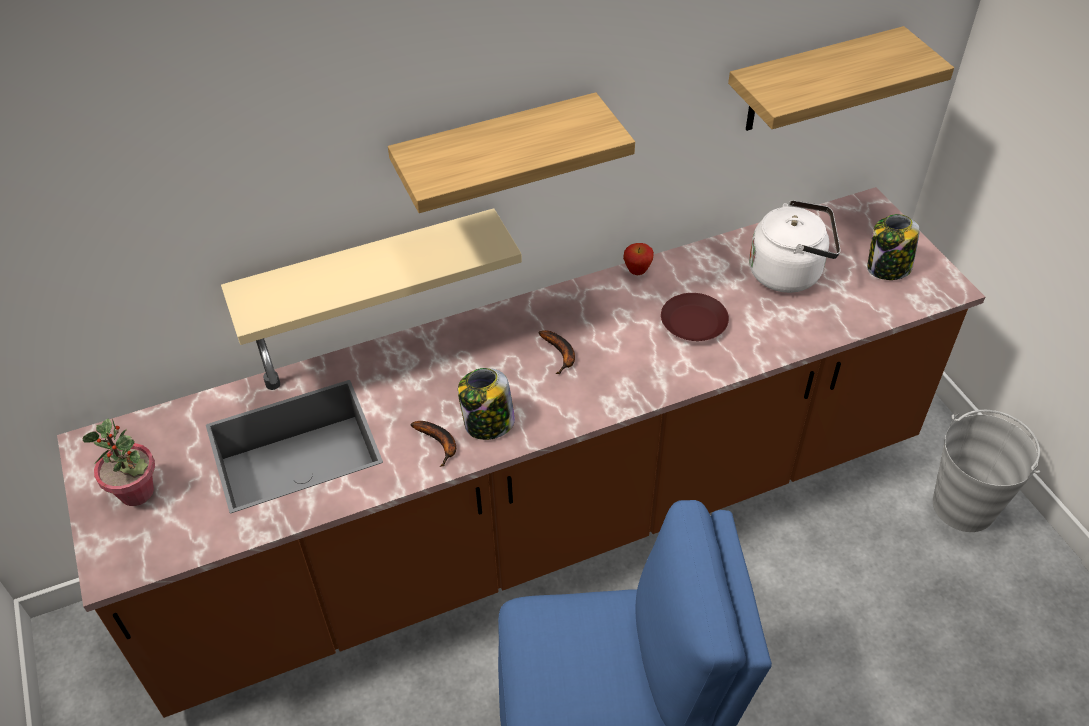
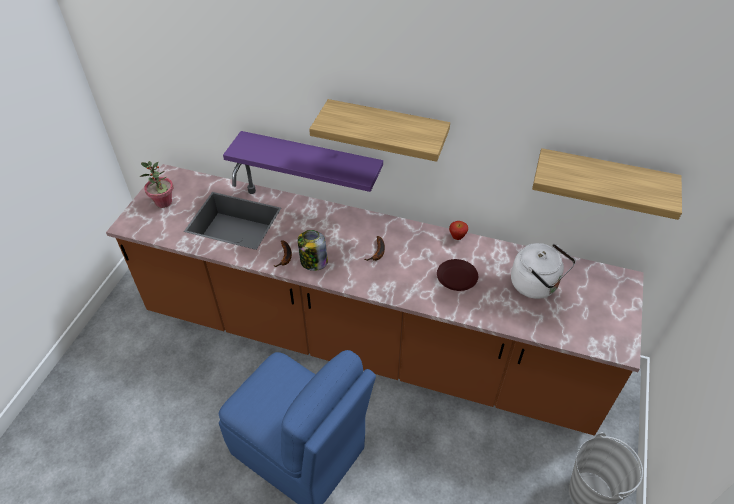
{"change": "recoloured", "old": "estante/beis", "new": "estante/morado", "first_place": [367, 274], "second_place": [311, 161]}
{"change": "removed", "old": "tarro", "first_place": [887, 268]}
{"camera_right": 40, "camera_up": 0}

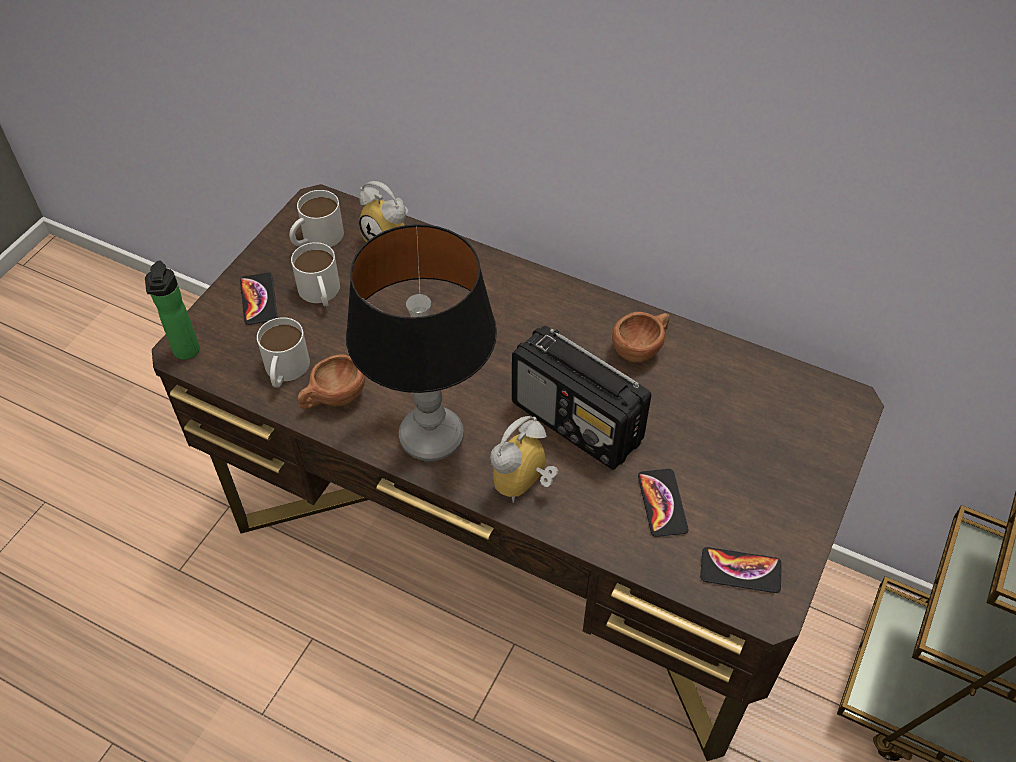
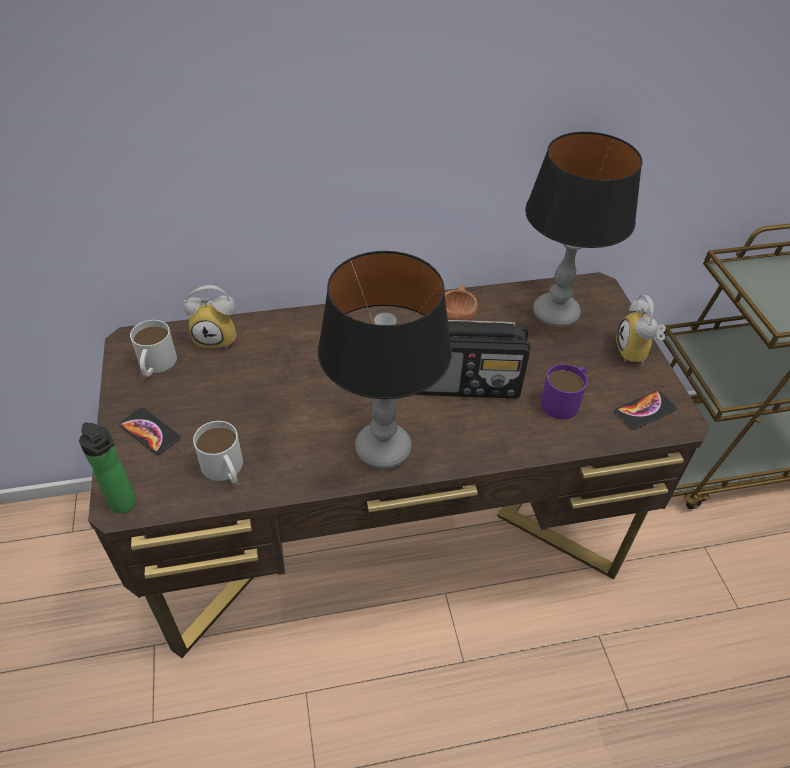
{"change": "added", "new": "lámpara de mesa", "second_place": [555, 314]}
{"change": "replaced", "old": "móvil", "new": "taza grande/morado", "first_place": [662, 503], "second_place": [564, 400]}
{"change": "moved", "old": "despertador", "first_place": [525, 486], "second_place": [637, 353]}
{"change": "removed", "old": "taza grande/blanco", "first_place": [321, 294]}
{"change": "removed", "old": "taza/marrón", "first_place": [333, 399]}
{"camera_right": -40, "camera_up": -5}

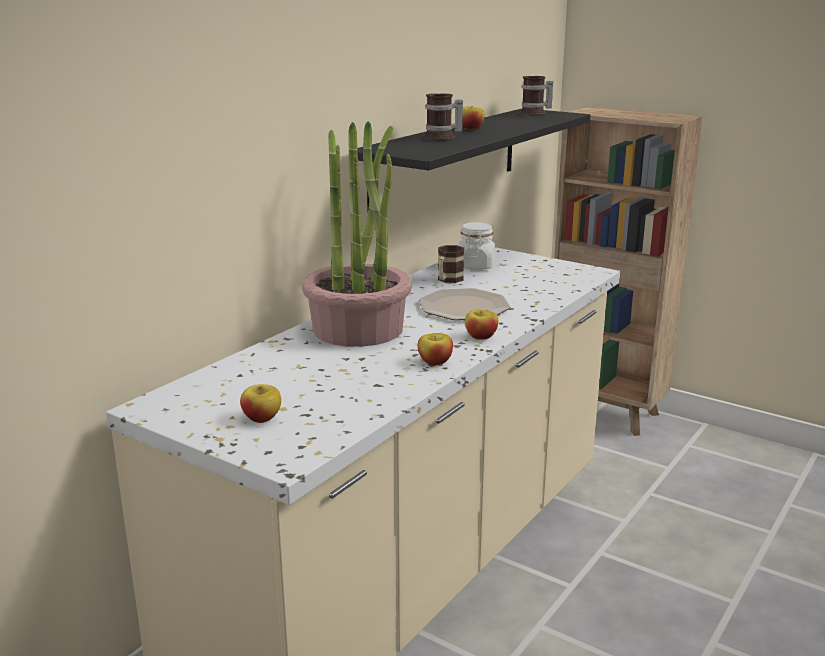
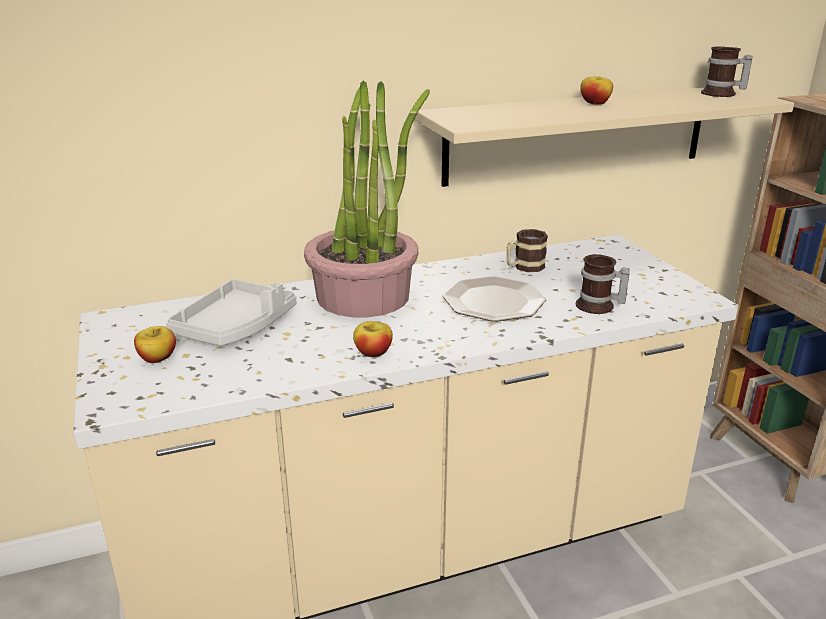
{"change": "added", "new": "bandeja/gris", "second_place": [236, 327]}
{"change": "recoloured", "old": "estante/negro", "new": "estante/beis", "first_place": [446, 159], "second_place": [578, 134]}
{"change": "moved", "old": "taza grande", "first_place": [442, 138], "second_place": [598, 307]}
{"change": "removed", "old": "tarro/blanco", "first_place": [475, 265]}
{"change": "removed", "old": "manzana", "first_place": [481, 336]}
{"camera_right": 35, "camera_up": 5}

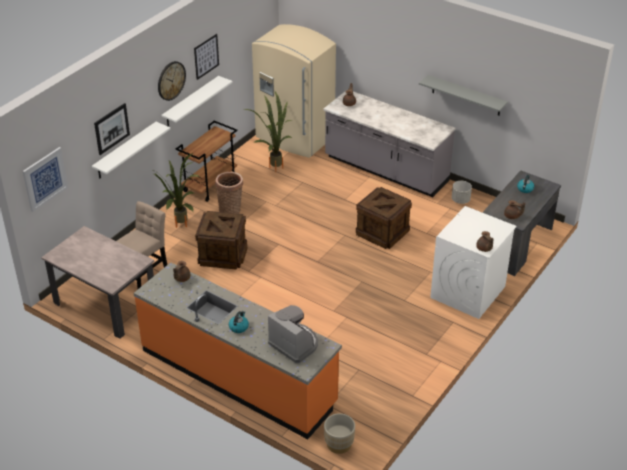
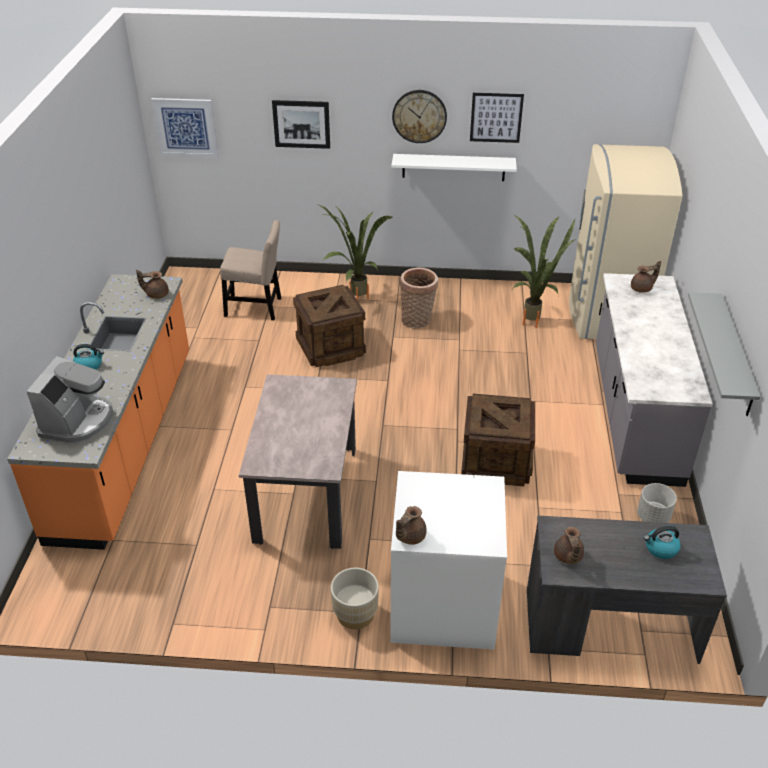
{"change": "moved", "old": "mesa de comedor/beis", "first_place": [105, 305], "second_place": [306, 494]}
{"change": "moved", "old": "maceta/beis", "first_place": [339, 444], "second_place": [355, 614]}
{"change": "removed", "old": "estante/blanco", "first_place": [125, 151]}
{"change": "removed", "old": "carrito/marrón", "first_place": [210, 185]}
{"camera_right": 60, "camera_up": 0}

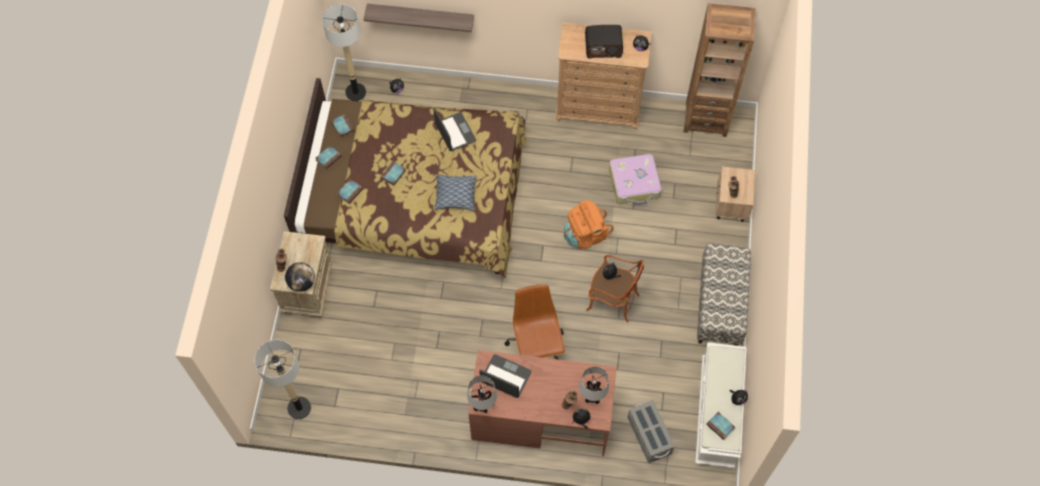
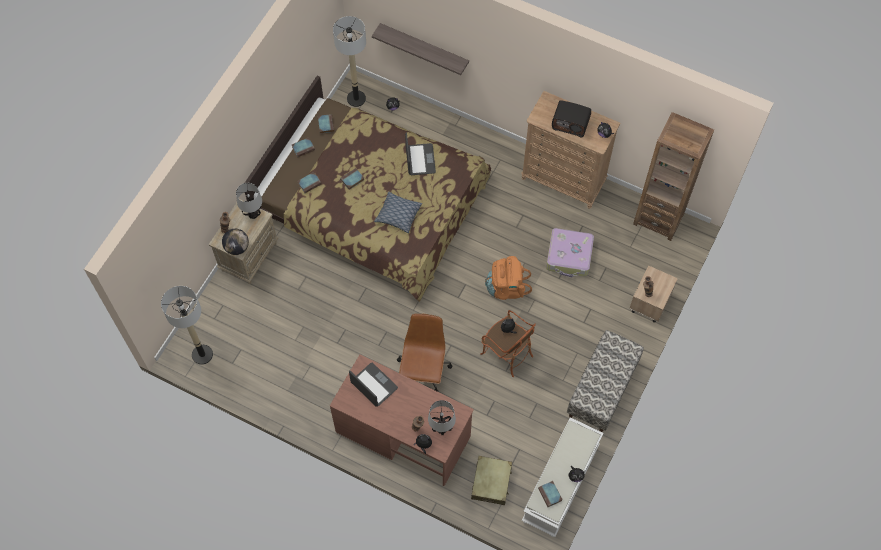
{"change": "moved", "old": "lámpara de mesa", "first_place": [482, 405], "second_place": [252, 214]}
{"change": "replaced", "old": "caja de almacenaje/gris", "new": "maleta/beis", "first_place": [649, 435], "second_place": [491, 482]}
{"camera_right": 20, "camera_up": 0}

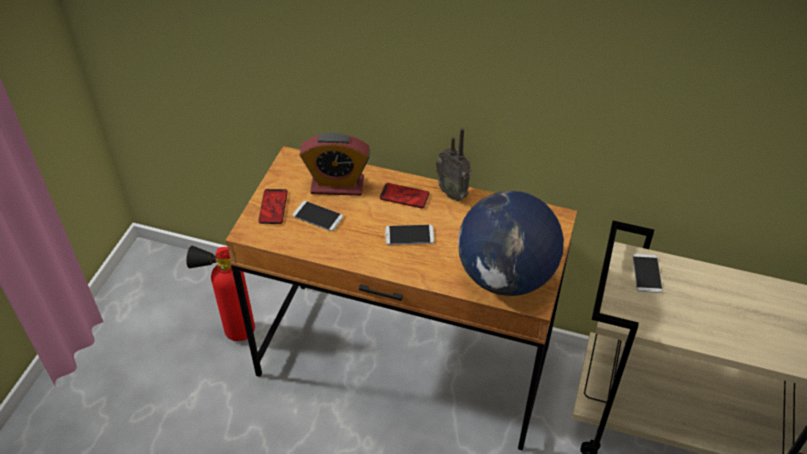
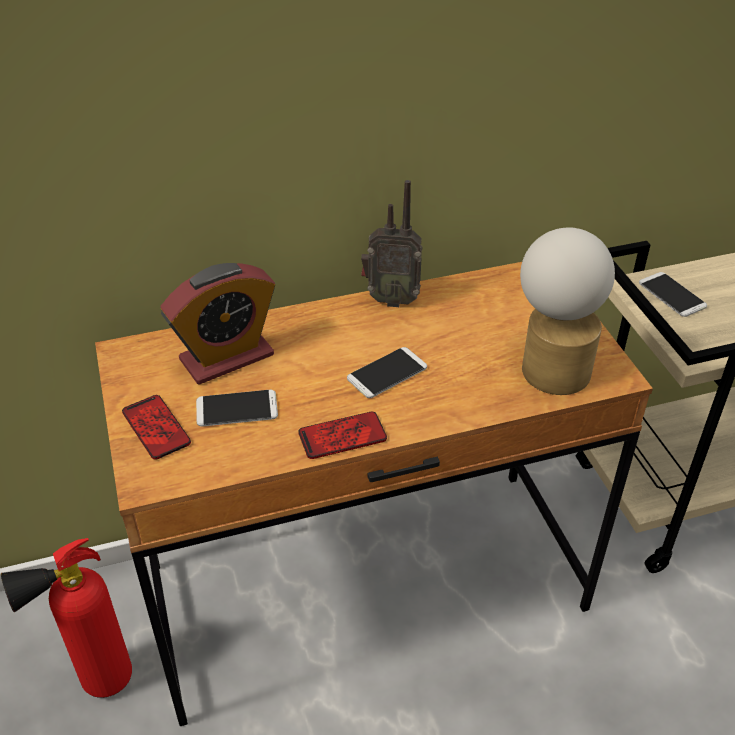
{"change": "moved", "old": "móvil", "first_place": [404, 196], "second_place": [342, 436]}
{"change": "replaced", "old": "globo terráqueo", "new": "lámpara de mesa", "first_place": [506, 277], "second_place": [553, 364]}
{"camera_right": -35, "camera_up": -5}

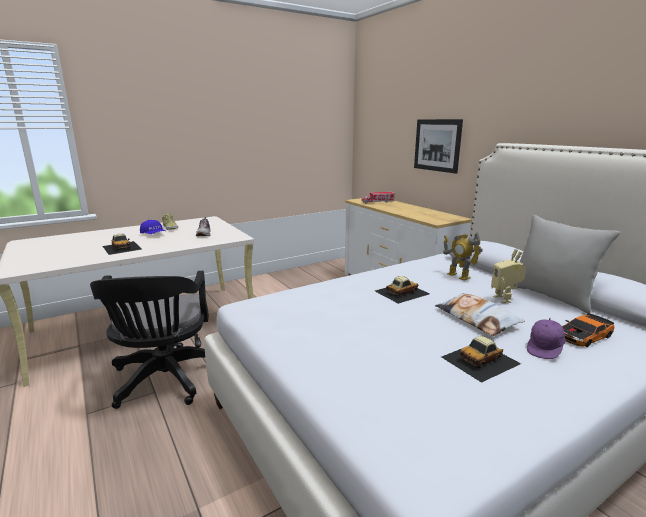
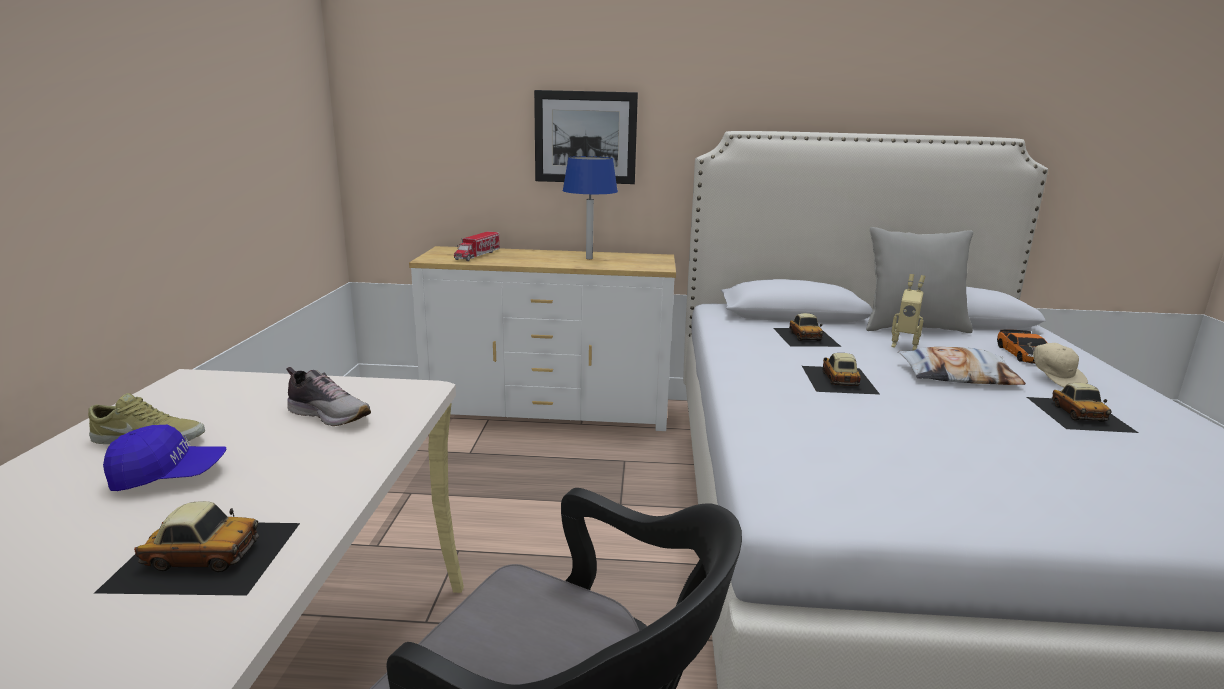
{"change": "added", "new": "lámpara de mesa/azul", "second_place": [589, 258]}
{"change": "replaced", "old": "robot de juguete", "new": "coche de juguete", "first_place": [458, 276], "second_place": [806, 336]}
{"change": "recoloured", "old": "gorra/morado", "new": "gorra/beis", "first_place": [545, 349], "second_place": [1055, 378]}
{"camera_right": -55, "camera_up": 0}

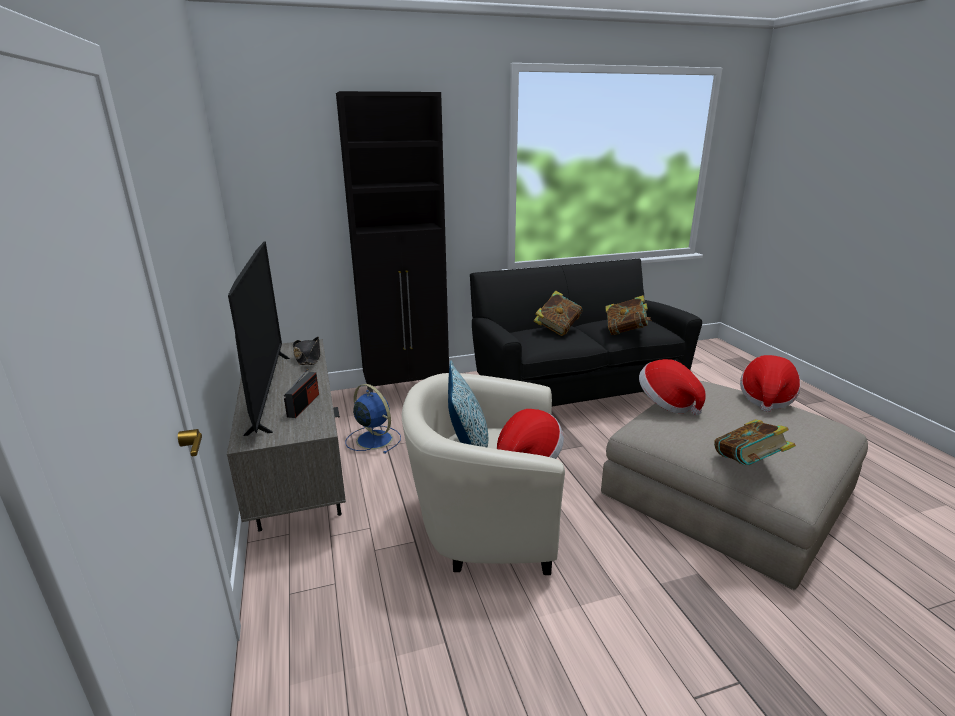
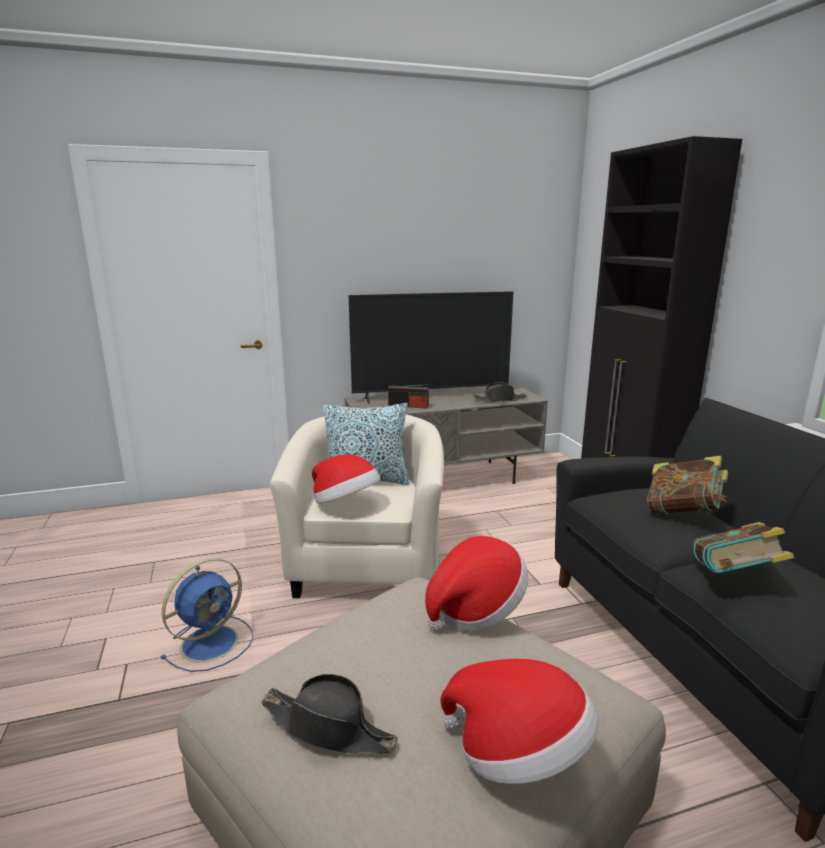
{"change": "moved", "old": "ventilador/azul", "first_place": [373, 439], "second_place": [212, 642]}
{"change": "added", "new": "sombrero/negro", "second_place": [328, 728]}
{"change": "removed", "old": "libro", "first_place": [747, 464]}
{"camera_right": 90, "camera_up": -5}

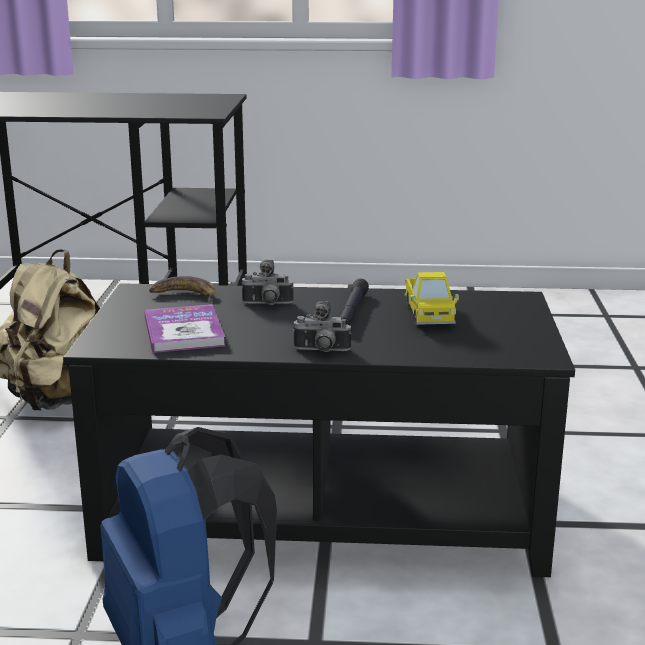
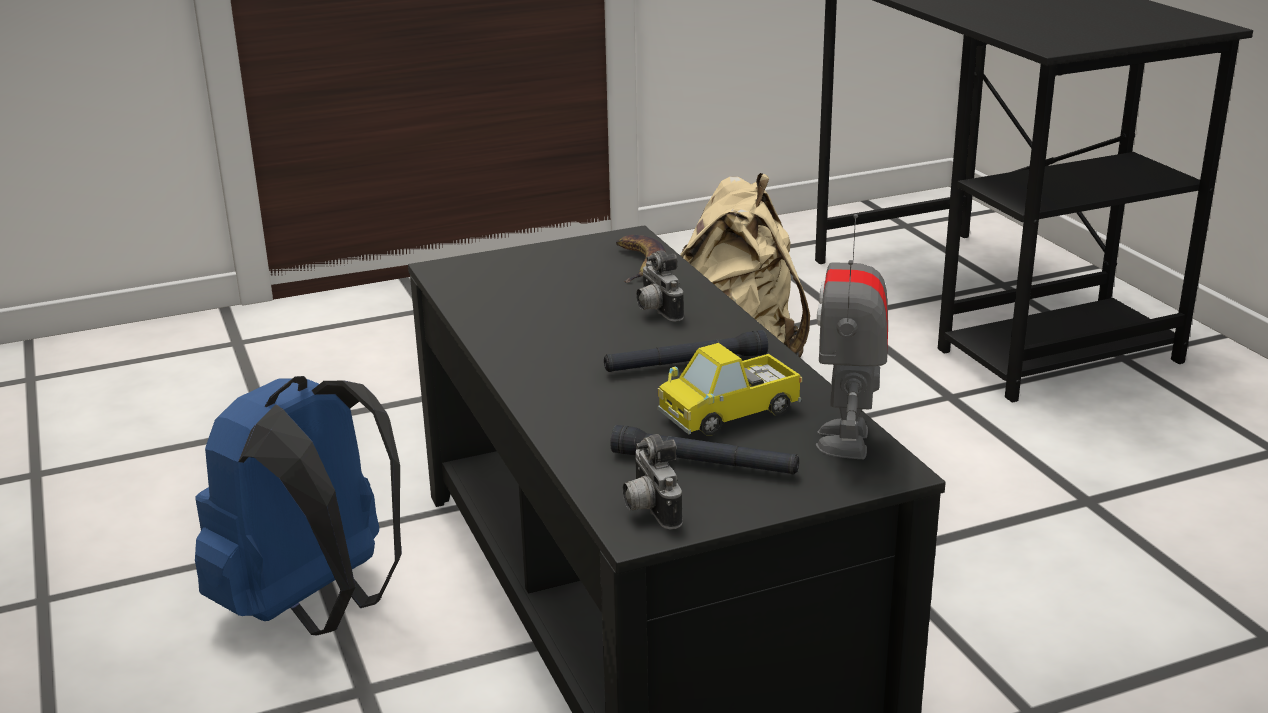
{"change": "added", "new": "linterna/negro", "second_place": [704, 463]}
{"change": "moved", "old": "cámara", "first_place": [321, 351], "second_place": [649, 510]}
{"change": "added", "new": "robot de juguete", "second_place": [846, 441]}
{"change": "removed", "old": "libro", "first_place": [183, 331]}
{"camera_right": 65, "camera_up": 5}

